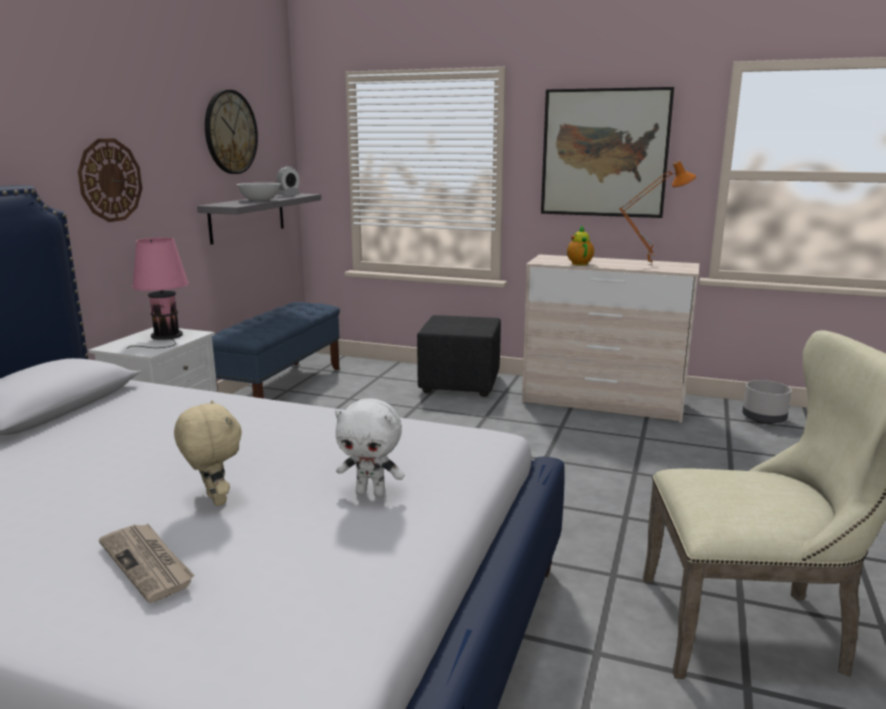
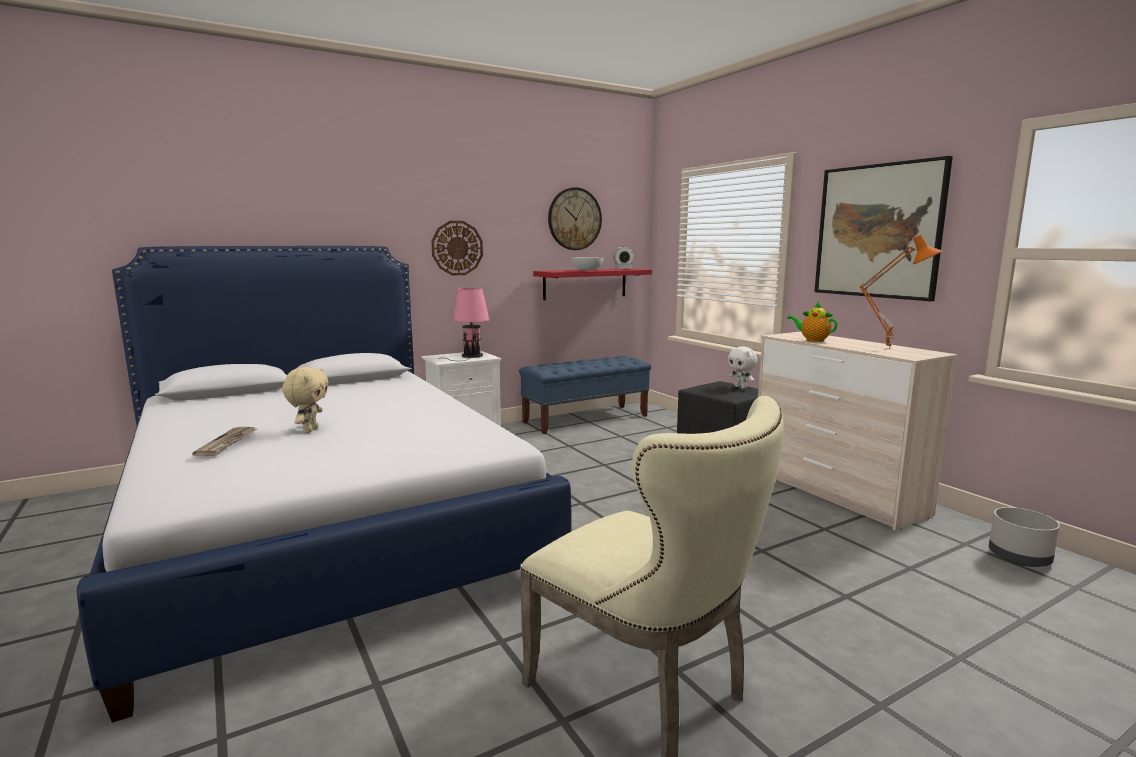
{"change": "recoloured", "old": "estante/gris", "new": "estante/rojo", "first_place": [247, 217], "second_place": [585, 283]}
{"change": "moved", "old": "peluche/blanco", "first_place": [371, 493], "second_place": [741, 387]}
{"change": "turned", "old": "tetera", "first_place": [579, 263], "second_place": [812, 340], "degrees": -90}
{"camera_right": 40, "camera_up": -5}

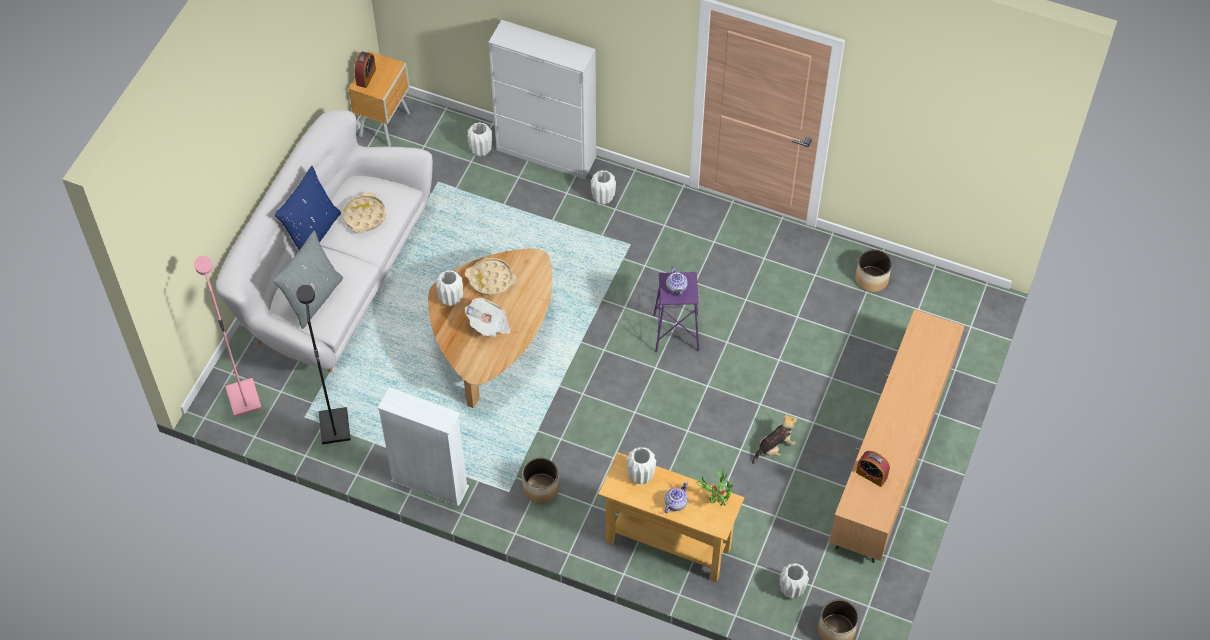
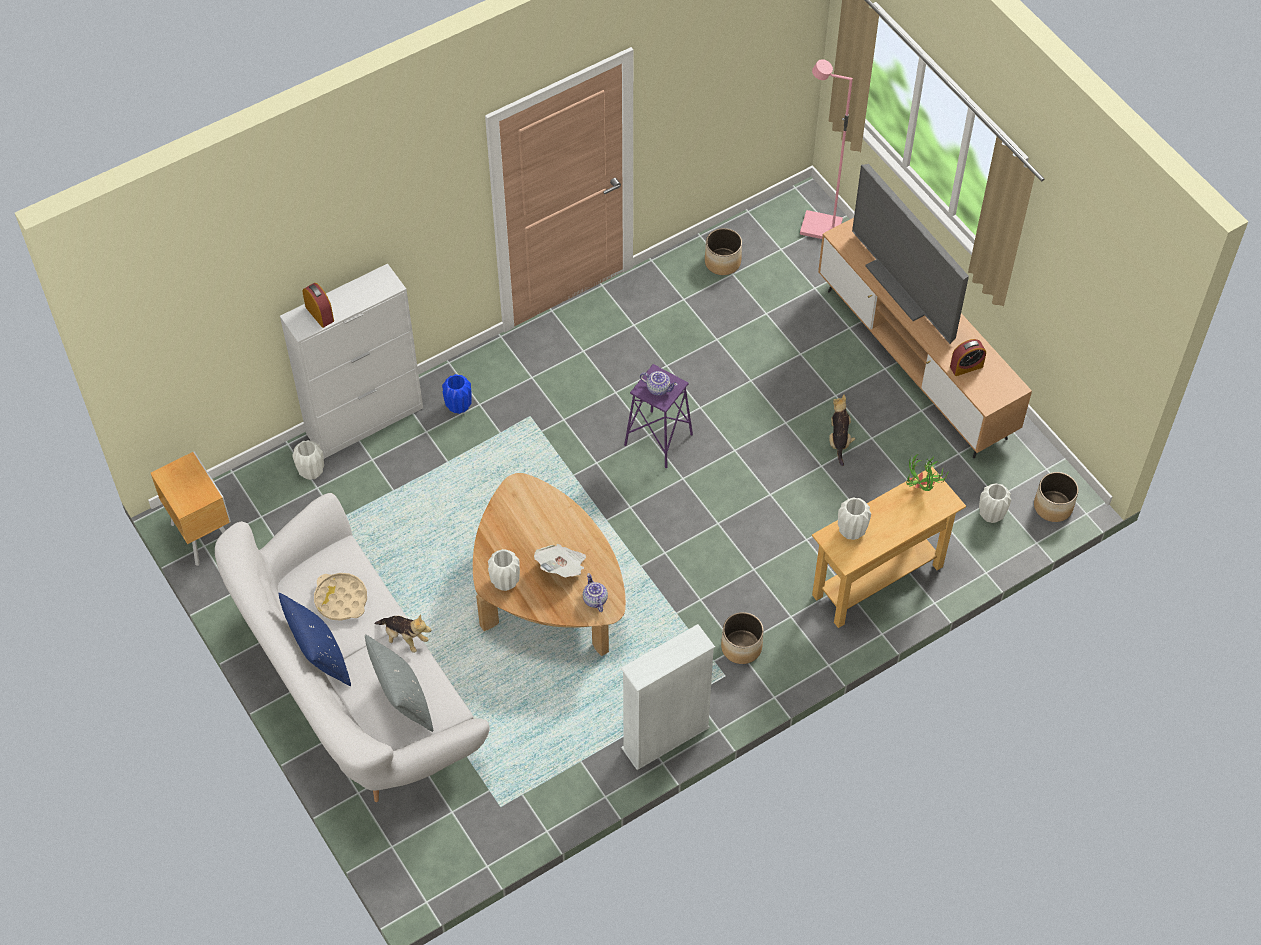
{"change": "moved", "old": "despertador", "first_place": [366, 77], "second_place": [319, 314]}
{"change": "added", "new": "peluche", "second_place": [404, 637]}
{"change": "recoloured", "old": "florero/blanco", "new": "florero/azul", "first_place": [603, 198], "second_place": [458, 406]}
{"change": "moved", "old": "tetera", "first_place": [675, 503], "second_place": [594, 599]}
{"change": "moved", "old": "lámpara de pie/rosa", "first_place": [242, 398], "second_place": [820, 228]}
{"change": "added", "new": "televisor", "second_place": [905, 286]}
{"change": "removed", "old": "lámpara de pie/negro", "first_place": [333, 426]}
{"change": "removed", "old": "bandeja/beis", "first_place": [491, 280]}
{"camera_right": -55, "camera_up": 0}

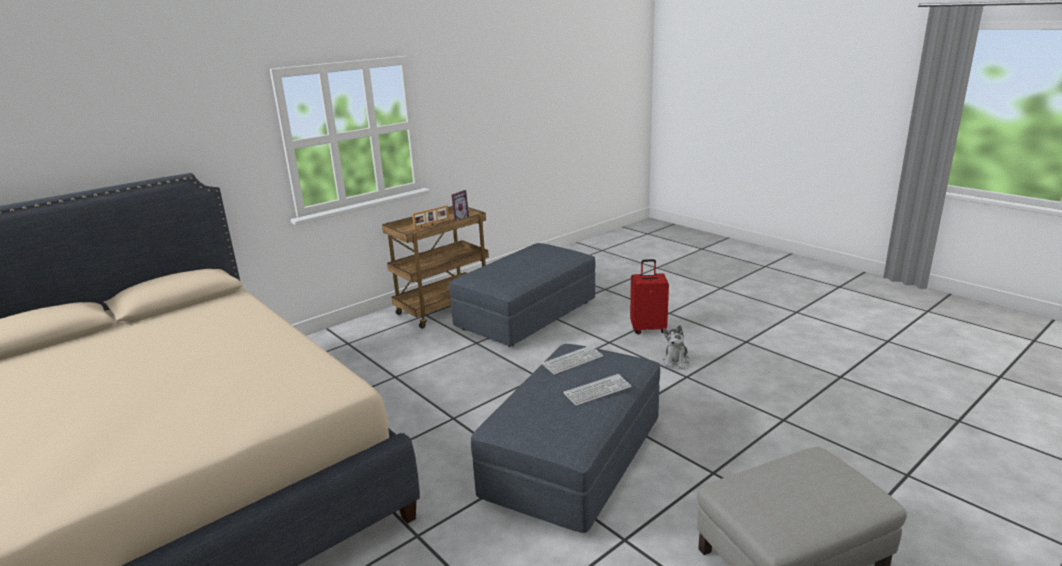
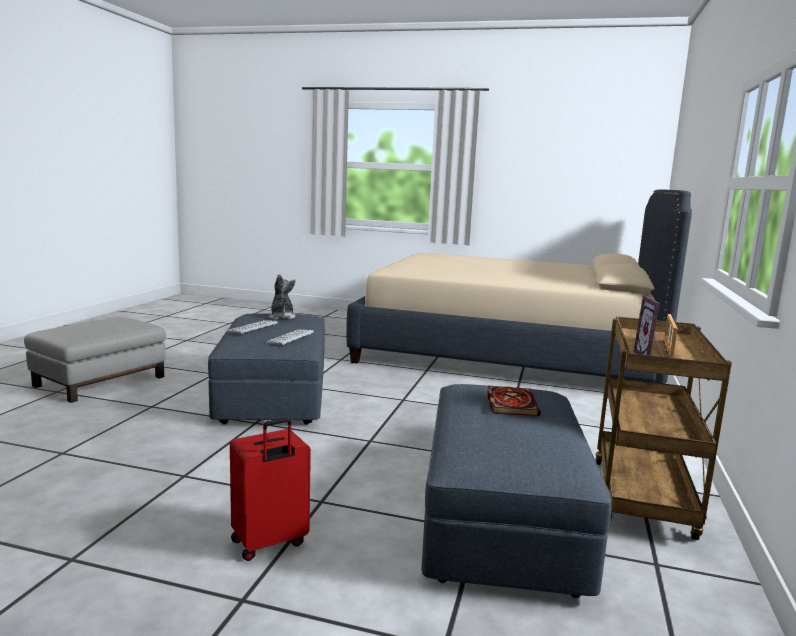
{"change": "moved", "old": "peluche", "first_place": [676, 361], "second_place": [281, 317]}
{"change": "added", "new": "libro", "second_place": [510, 403]}
{"camera_right": 145, "camera_up": -10}

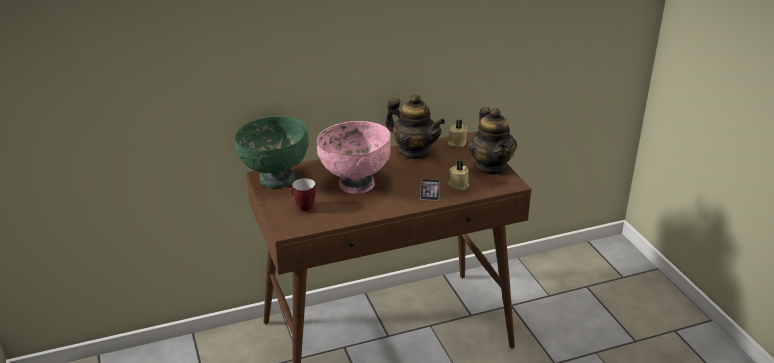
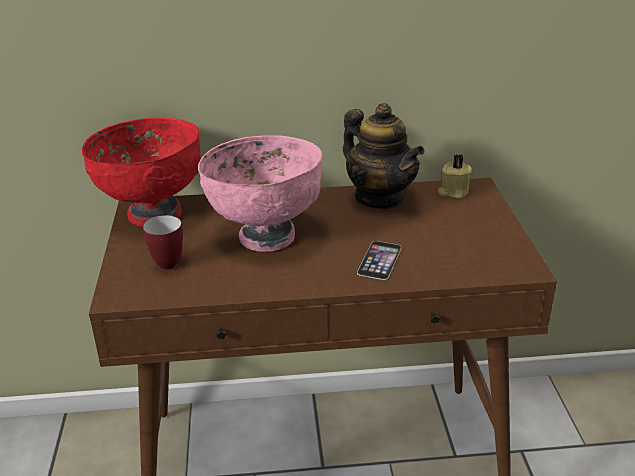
{"change": "recoloured", "old": "cuenco/verde", "new": "cuenco/rojo", "first_place": [275, 178], "second_place": [153, 213]}
{"change": "removed", "old": "vela/beis", "first_place": [459, 184]}
{"change": "removed", "old": "tetera", "first_place": [491, 167]}
{"camera_right": 15, "camera_up": 0}

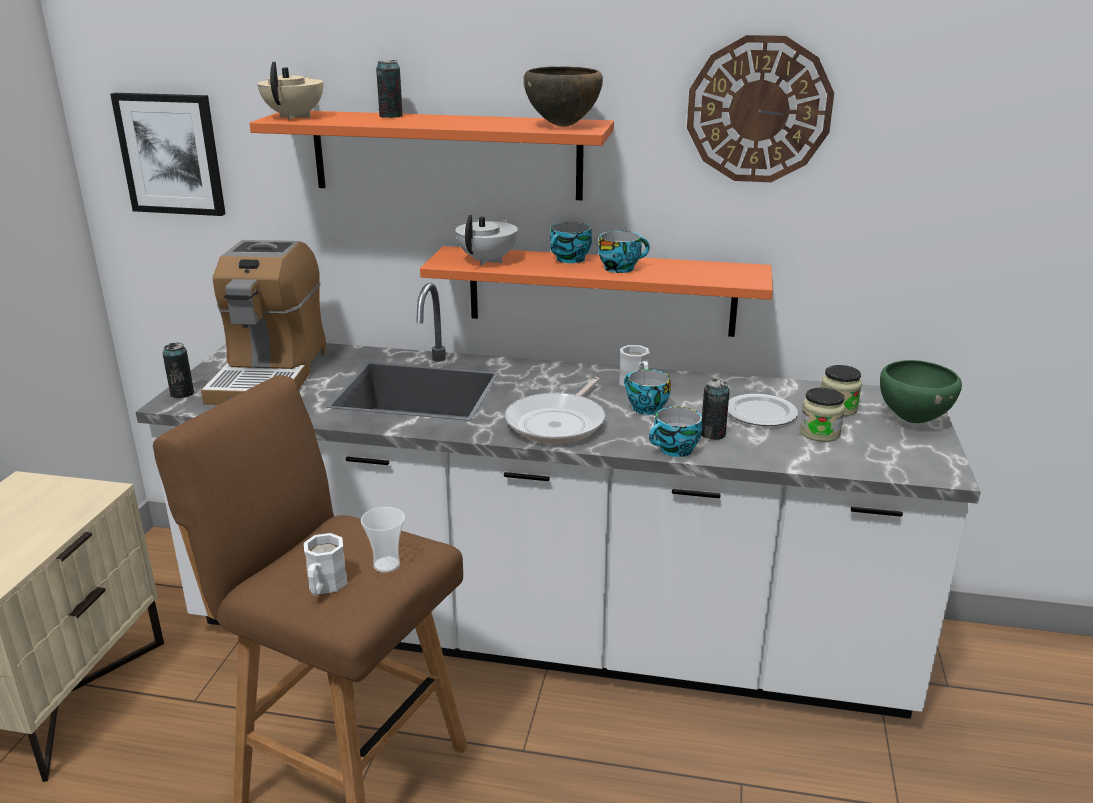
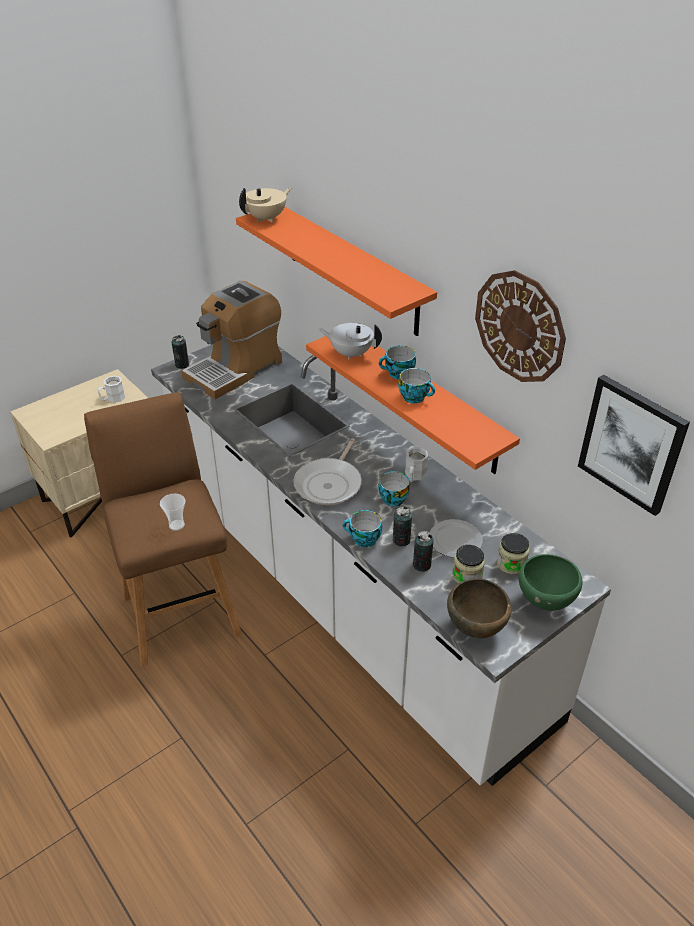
{"change": "moved", "old": "taza grande/blanco", "first_place": [324, 587], "second_place": [112, 399]}
{"change": "turned", "old": "sartén", "first_place": [558, 423], "second_place": [330, 483], "degrees": -45}
{"change": "turned", "old": "tetera/blanco", "first_place": [488, 260], "second_place": [351, 353], "degrees": -135}
{"change": "moved", "old": "lata", "first_place": [391, 116], "second_place": [422, 565]}
{"change": "moved", "old": "cuenco/marrón", "first_place": [563, 126], "second_place": [476, 629]}
{"change": "moved", "old": "cuadro", "first_place": [171, 154], "second_place": [632, 444]}
{"camera_right": 40, "camera_up": 15}

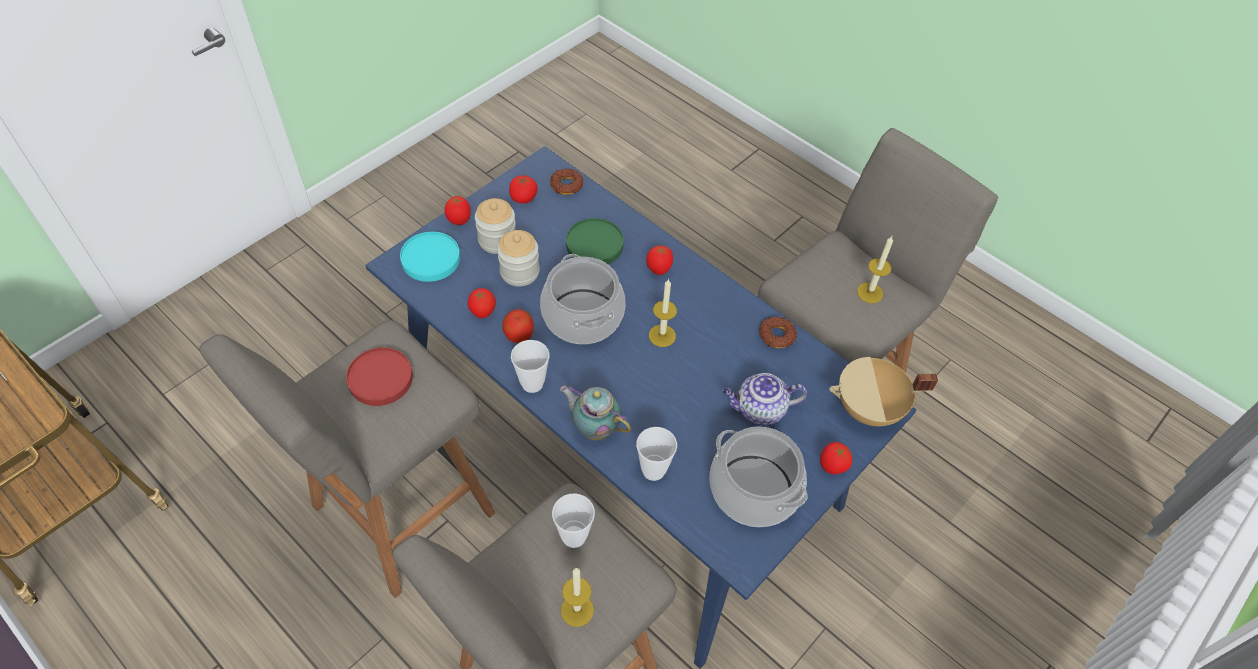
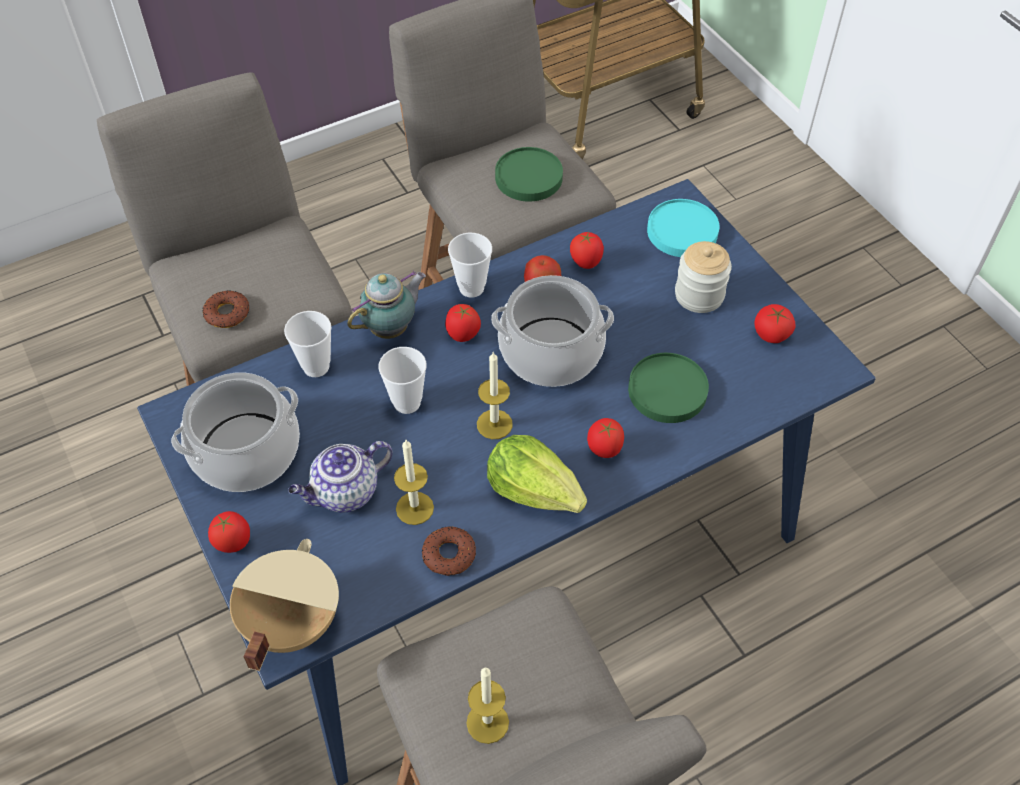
{"change": "moved", "old": "rosquilla", "first_place": [566, 185], "second_place": [227, 313]}
{"change": "turned", "old": "tetera", "first_place": [759, 410], "second_place": [345, 493], "degrees": -135}
{"change": "moved", "old": "taza", "first_place": [574, 536], "second_place": [407, 403]}
{"change": "moved", "old": "vela", "first_place": [577, 610], "second_place": [414, 508]}
{"change": "moved", "old": "tomate", "first_place": [459, 221], "second_place": [463, 336]}
{"change": "added", "new": "lechuga", "second_place": [534, 490]}
{"change": "recoloured", "old": "plato/rojo", "new": "plato/verde", "first_place": [380, 379], "second_place": [528, 177]}
{"change": "removed", "old": "tarro", "first_place": [519, 272]}
{"camera_right": 110, "camera_up": 0}

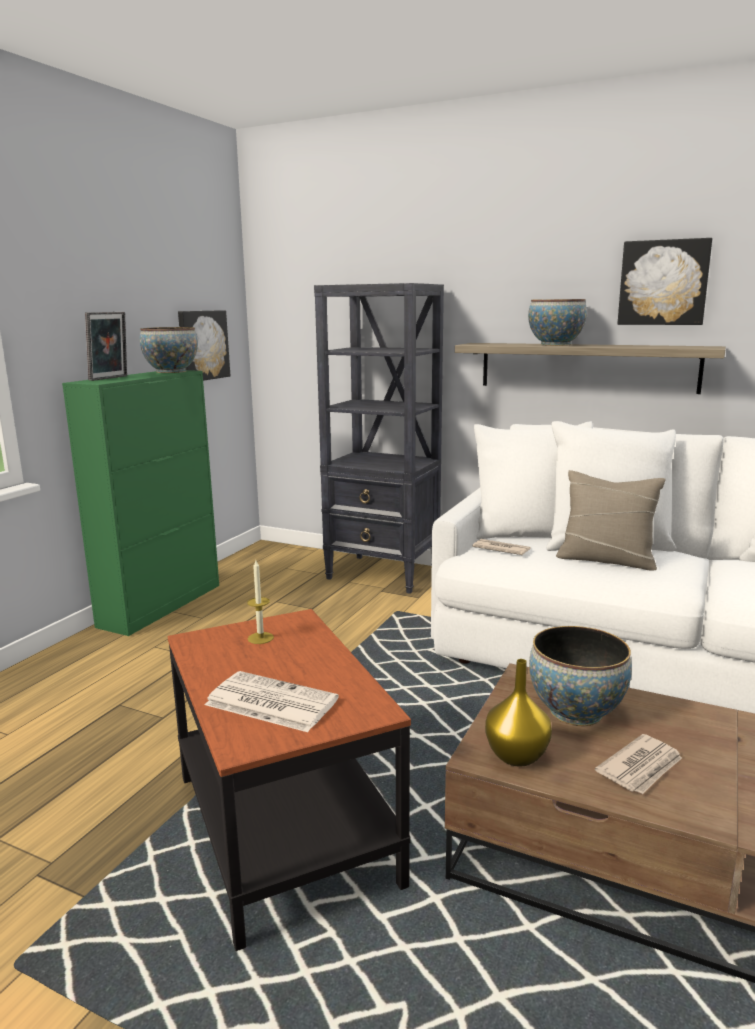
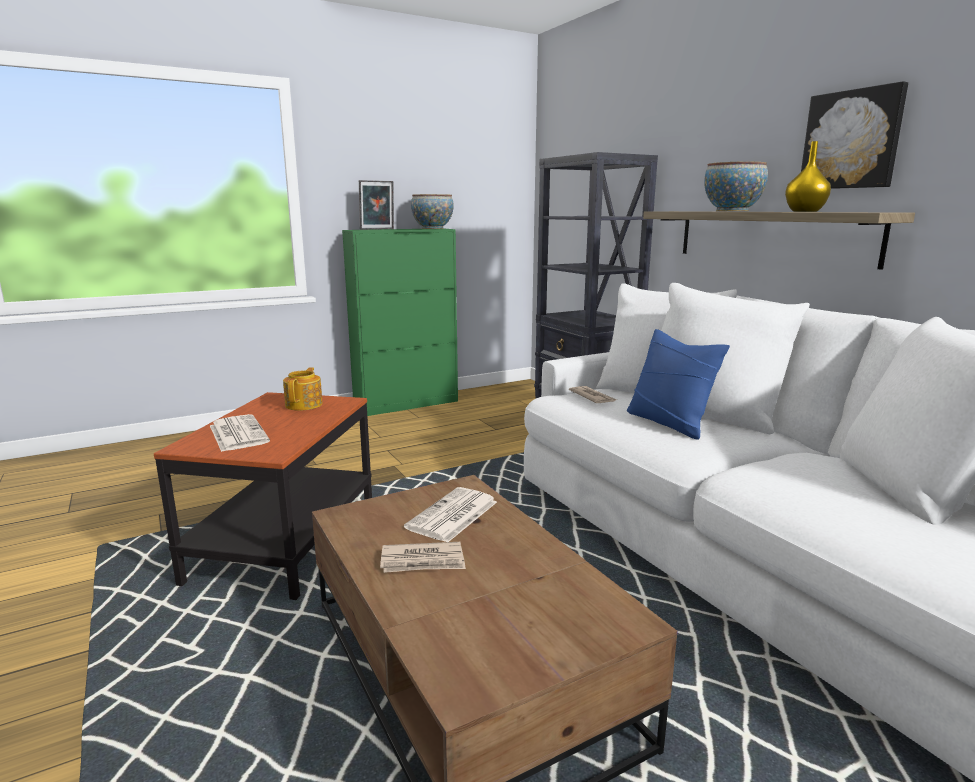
{"change": "replaced", "old": "vela", "new": "tetera", "first_place": [260, 638], "second_place": [305, 404]}
{"change": "replaced", "old": "cuenco", "new": "periódico", "first_place": [575, 712], "second_place": [452, 516]}
{"change": "recoloured", "old": "cojín/beis", "new": "cojín/azul", "first_place": [606, 560], "second_place": [669, 423]}
{"change": "moved", "old": "florero/amarillo", "first_place": [515, 756], "second_place": [804, 211]}
{"change": "removed", "old": "cuadro", "first_place": [202, 345]}
{"camera_right": 35, "camera_up": 0}

